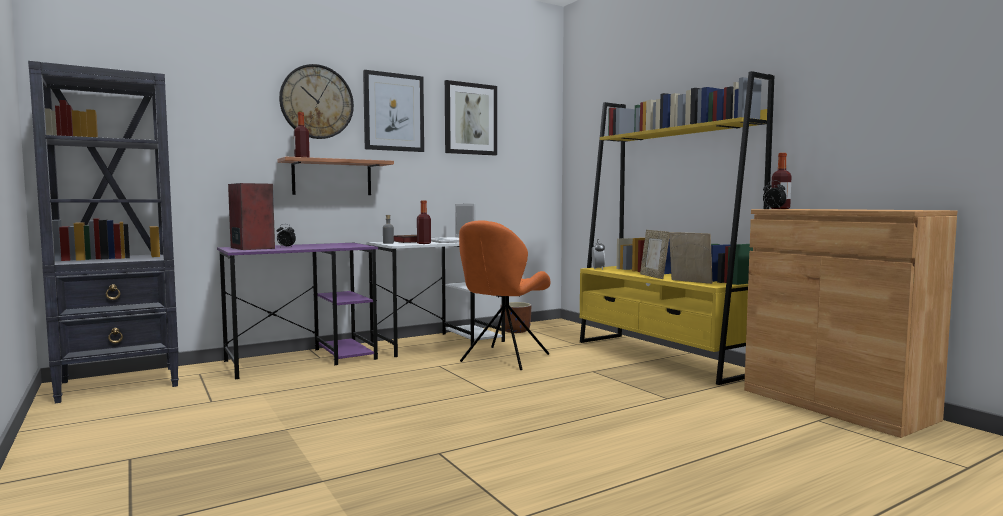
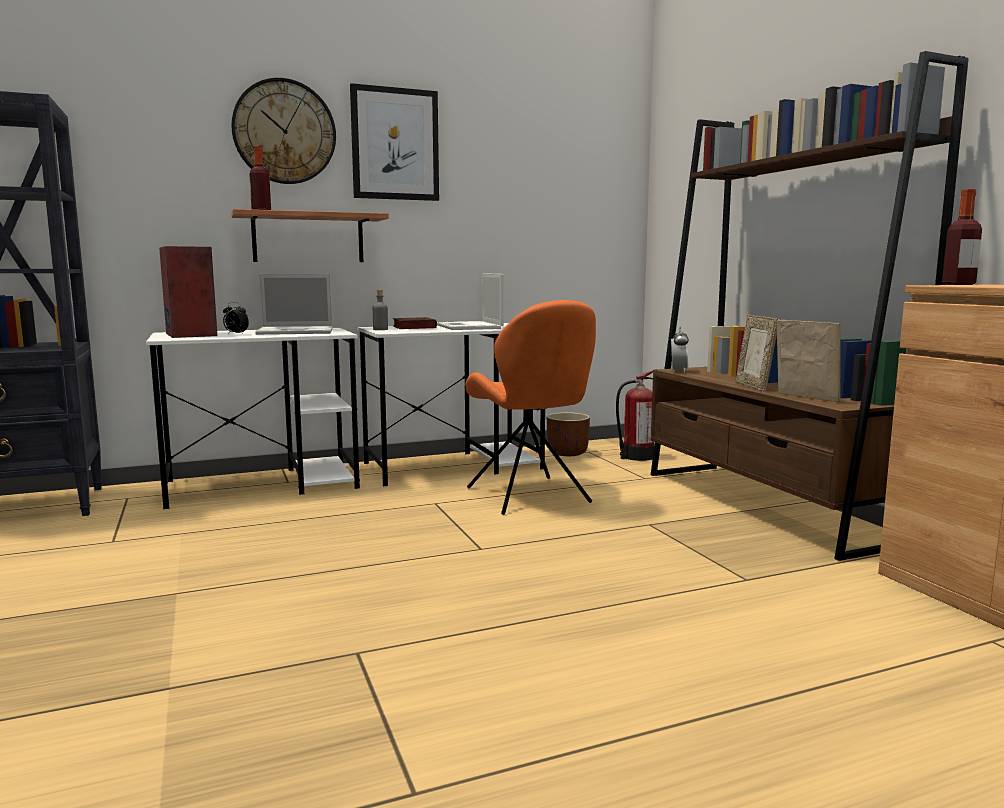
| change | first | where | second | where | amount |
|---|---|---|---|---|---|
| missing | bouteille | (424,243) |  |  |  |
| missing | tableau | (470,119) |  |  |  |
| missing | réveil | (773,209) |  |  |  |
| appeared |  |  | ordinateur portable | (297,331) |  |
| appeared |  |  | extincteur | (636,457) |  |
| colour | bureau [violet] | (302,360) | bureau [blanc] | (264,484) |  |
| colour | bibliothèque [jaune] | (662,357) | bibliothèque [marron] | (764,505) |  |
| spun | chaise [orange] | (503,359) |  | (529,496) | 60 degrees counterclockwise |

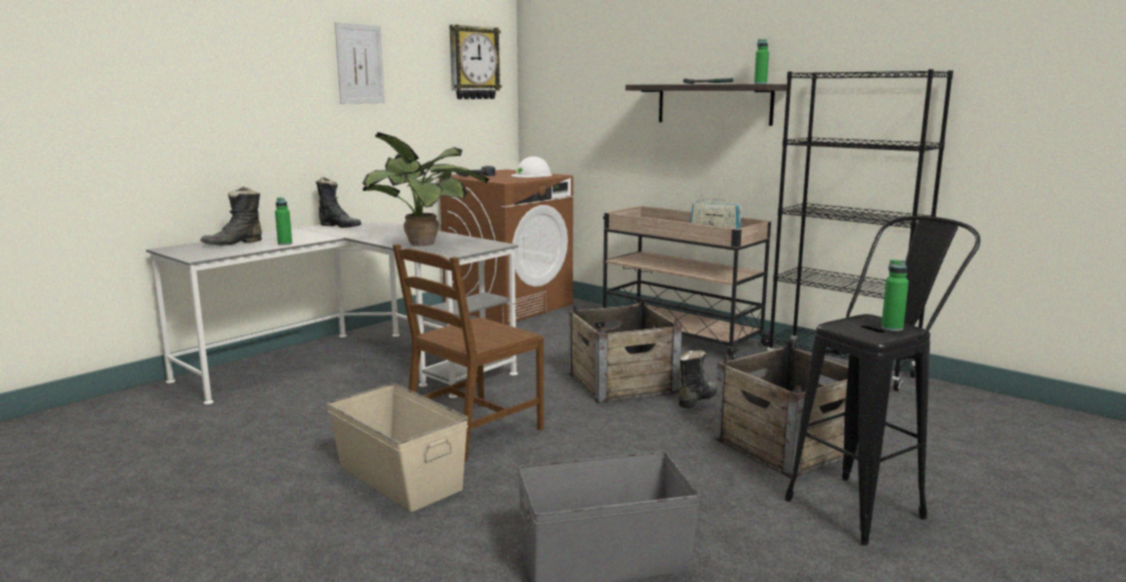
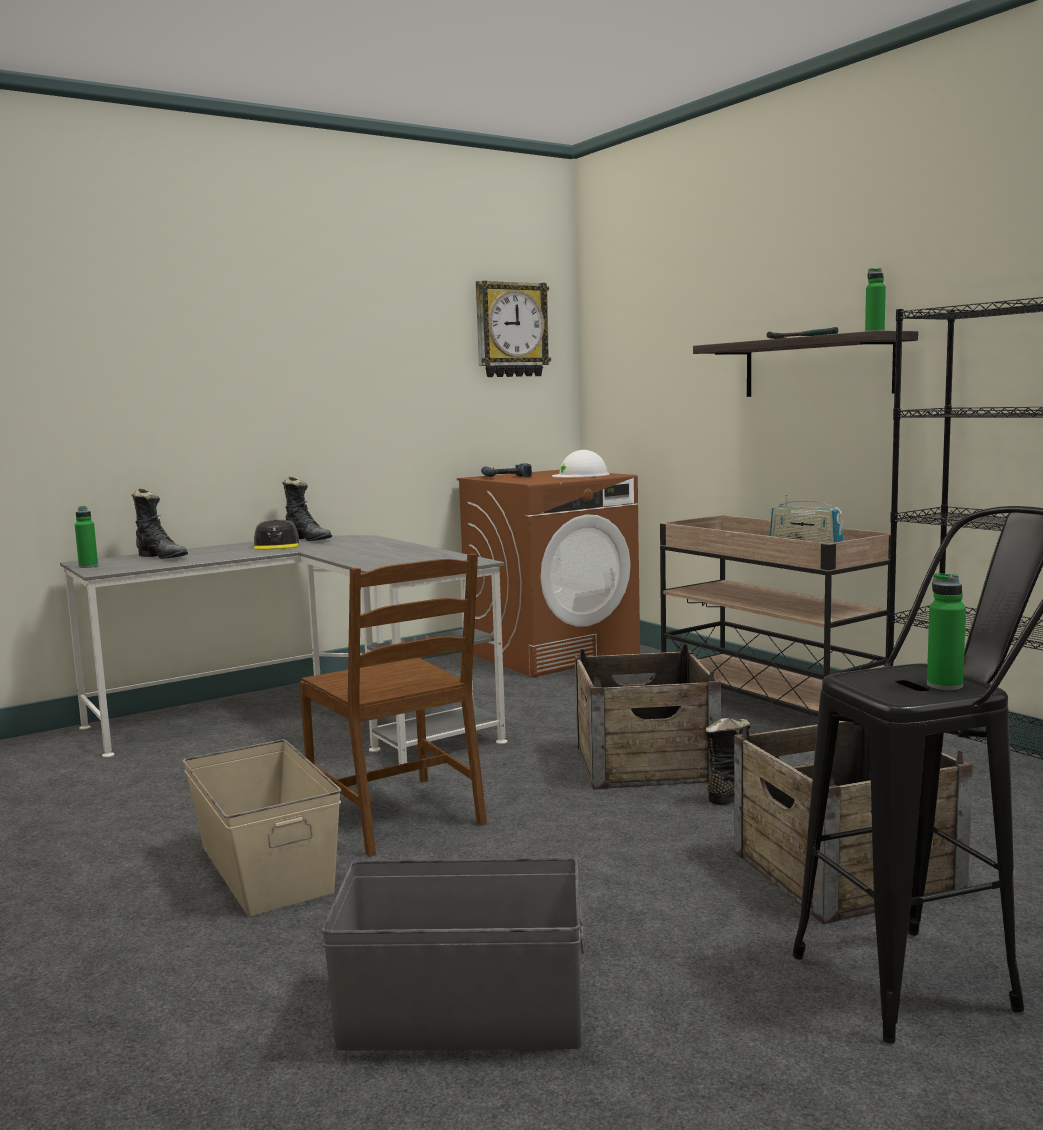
| change | first | where | second | where | amount |
|---|---|---|---|---|---|
| missing | tableau | (360,64) |  |  |  |
| missing | plante en pot | (426,244) |  |  |  |
| appeared |  |  | casquette [gris] | (277,545) |  |
| relocated | bouteille [vert] | (285,244) |  | (88,566) |  |
| spun | botte [noir] | (234,243) |  | (162,557) | 120 degrees counterclockwise |
| spun | chaise [marron] | (473,431) |  | (398,815) | 90 degrees counterclockwise |

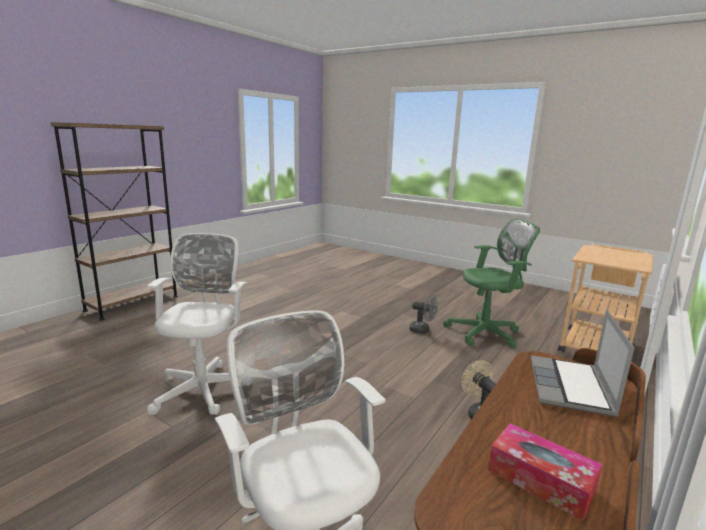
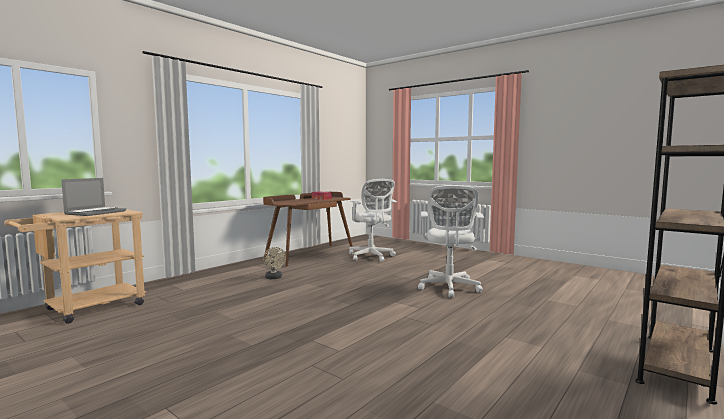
| change | first | where | second | where | amount |
|---|---|---|---|---|---|
| missing | ventilateur [gris] | (422,330) |  |  |  |
| missing | chaise de bureau [vert] | (486,333) |  |  |  |
| relocated | ordinateur portable | (571,387) |  | (96,212) |  |

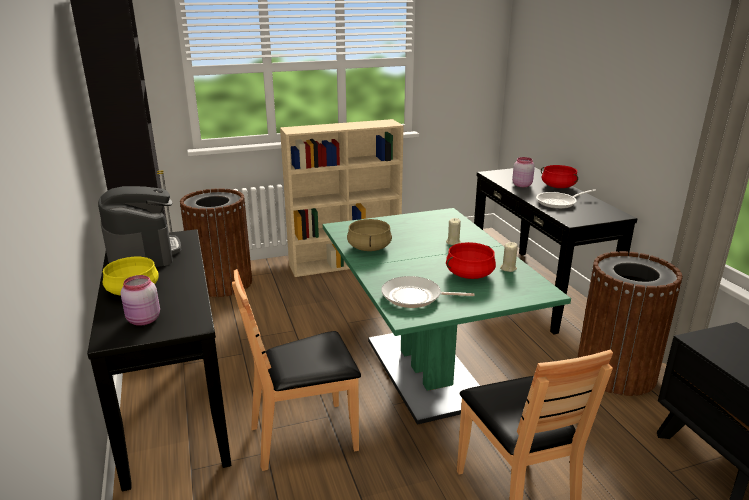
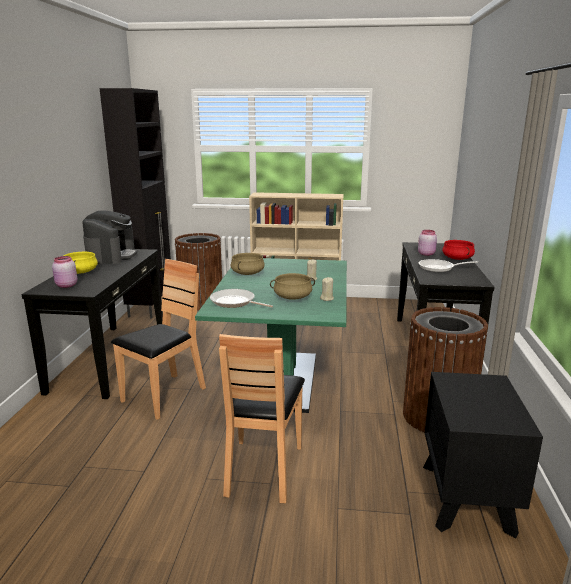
| change | first | where | second | where | amount |
|---|---|---|---|---|---|
| colour | marmite [rouge] | (469,274) | marmite [beige] | (293,297) |  |
| spun | chaise [marron] | (305,436) |  | (164,396) | 120 degrees clockwise |

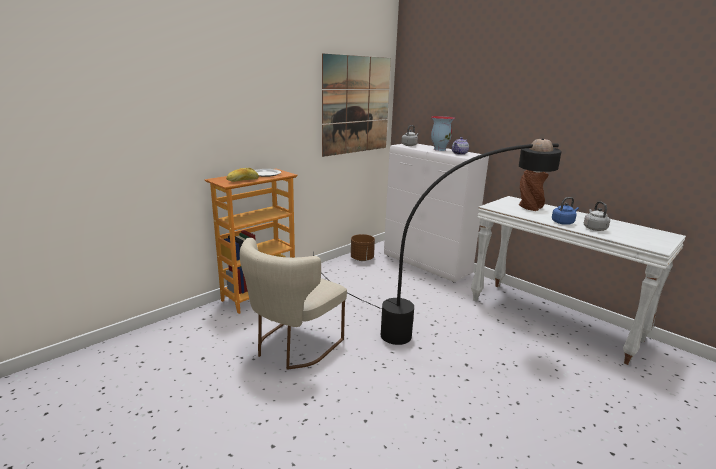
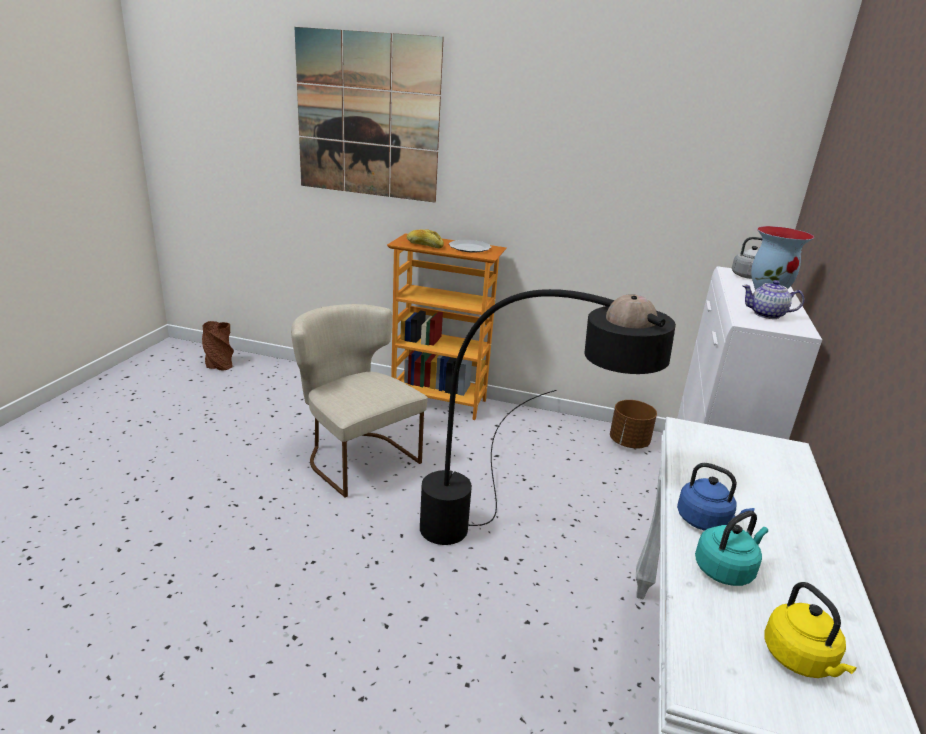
| change | first | where | second | where | amount |
|---|---|---|---|---|---|
| appeared |  |  | bouilloire [jaune] | (800,660) |  |
| relocated | tableau | (356,105) |  | (367,116) |  |
| relocated | vase [marron] | (529,207) |  | (219,364) |  |
| colour | bouilloire [gris] | (594,228) | bouilloire [turquoise] | (725,569) |  |
| spun | chaise [beige] | (293,347) |  | (355,457) | 45 degrees clockwise |

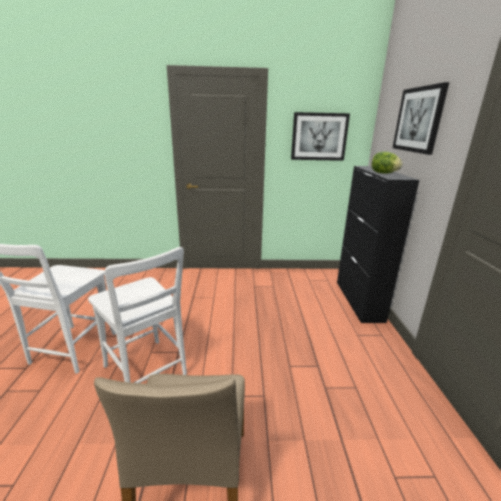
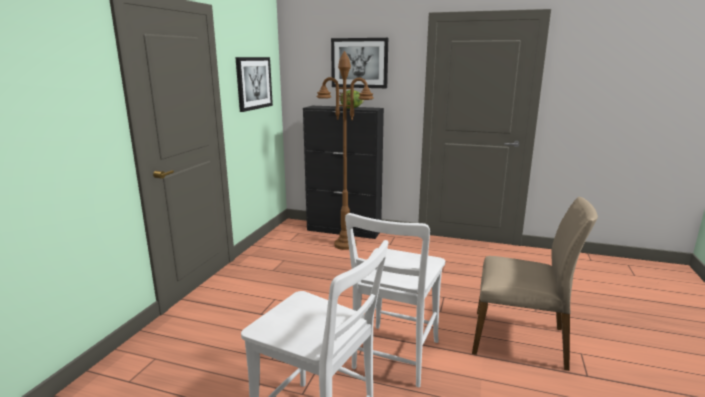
| change | first | where | second | where | amount |
|---|---|---|---|---|---|
| appeared |  |  | lampadaire [marron] | (345,245) |  |
| spun | chaise [blanc] | (147,373) |  | (394,357) | 135 degrees clockwise |

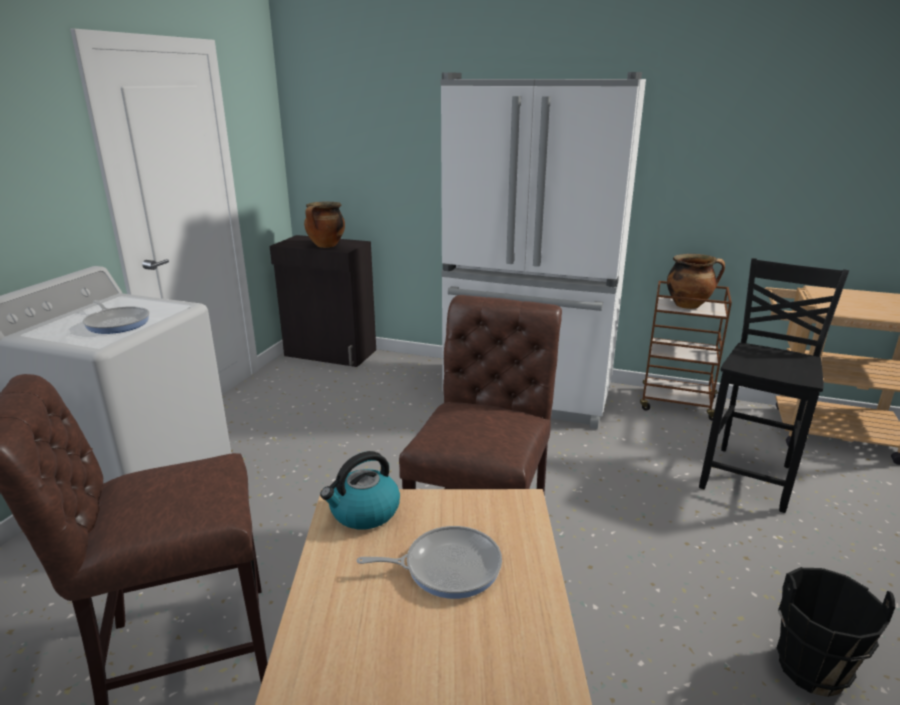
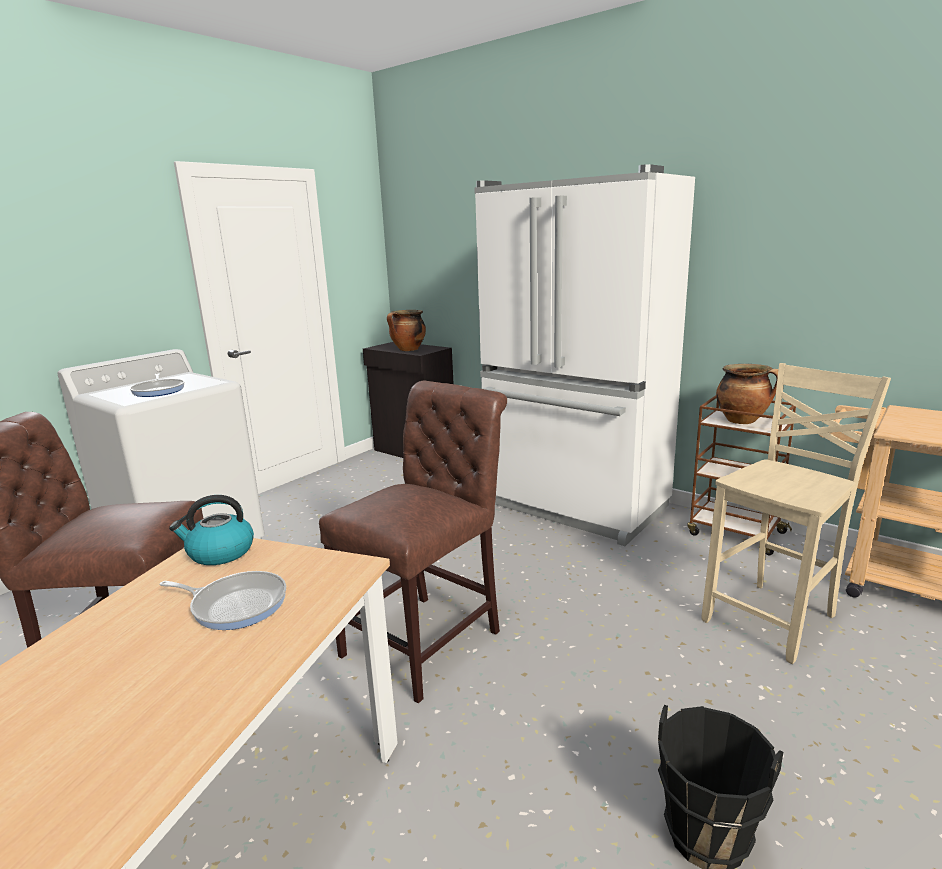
| change | first | where | second | where | amount |
|---|---|---|---|---|---|
| colour | chaise [noir] | (749,476) | chaise [beige] | (773,619) |  |

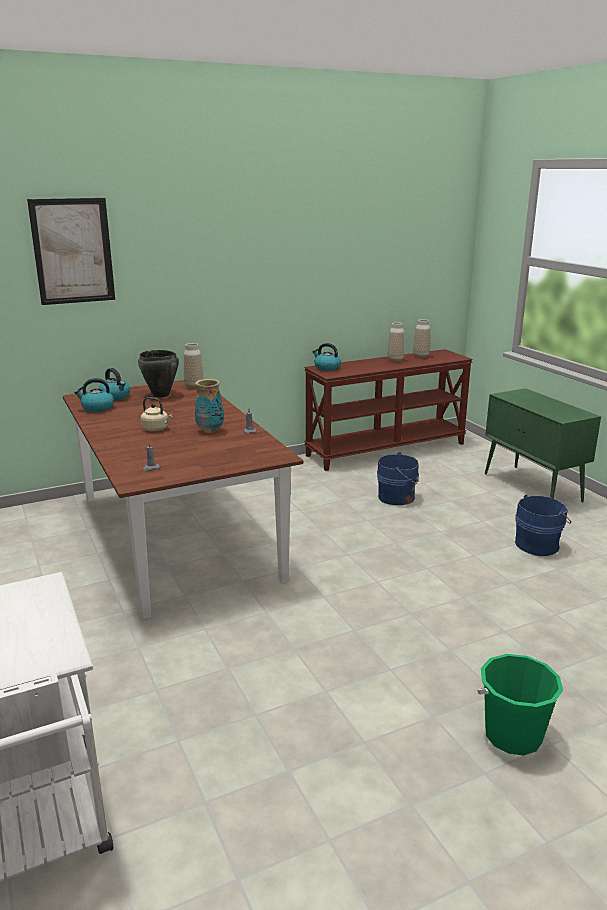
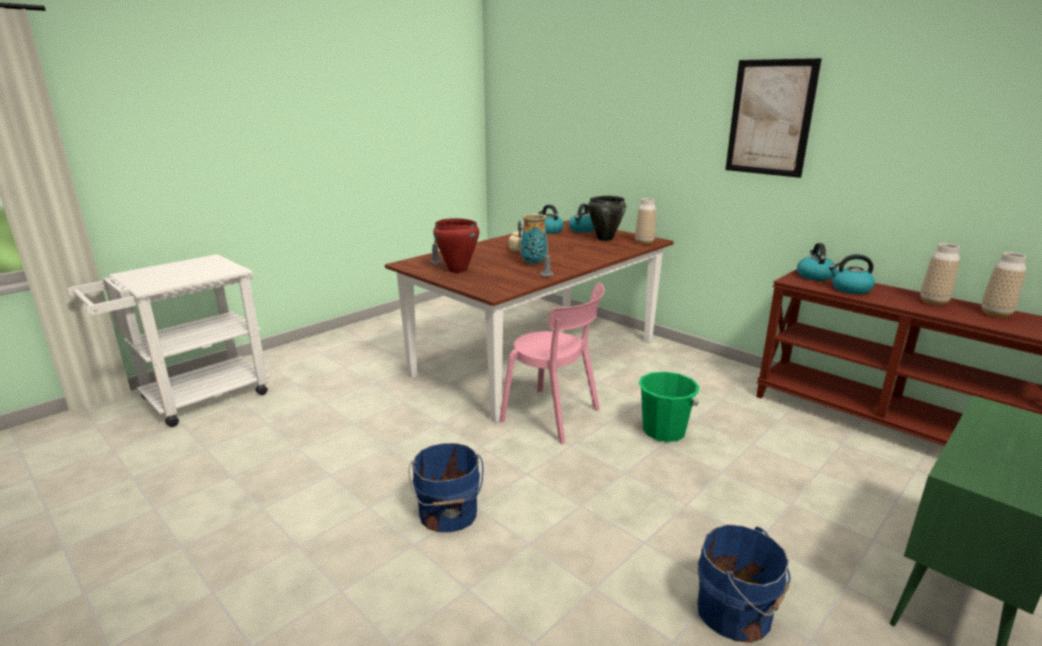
| change | first | where | second | where | amount |
|---|---|---|---|---|---|
| appeared |  |  | marmite [rouge] | (457,270) |  |
| appeared |  |  | chaise [rose] | (554,416) |  |
| appeared |  |  | bouilloire | (850,289) |  |
| relocated | tableau | (73,251) |  | (770,118) |  |
| relocated | seau [bleu] | (398,497) |  | (448,514) |  |
| relocated | seau [vert] | (512,735) |  | (664,431) |  |

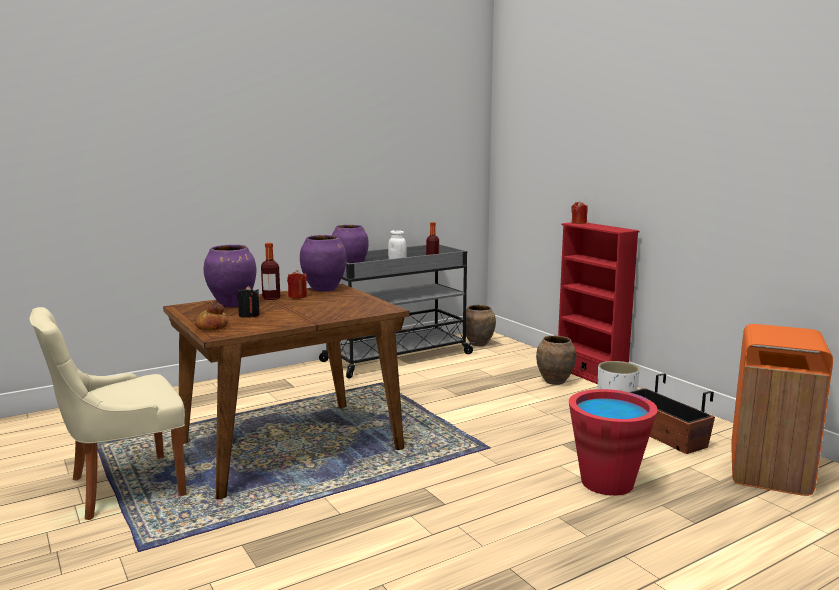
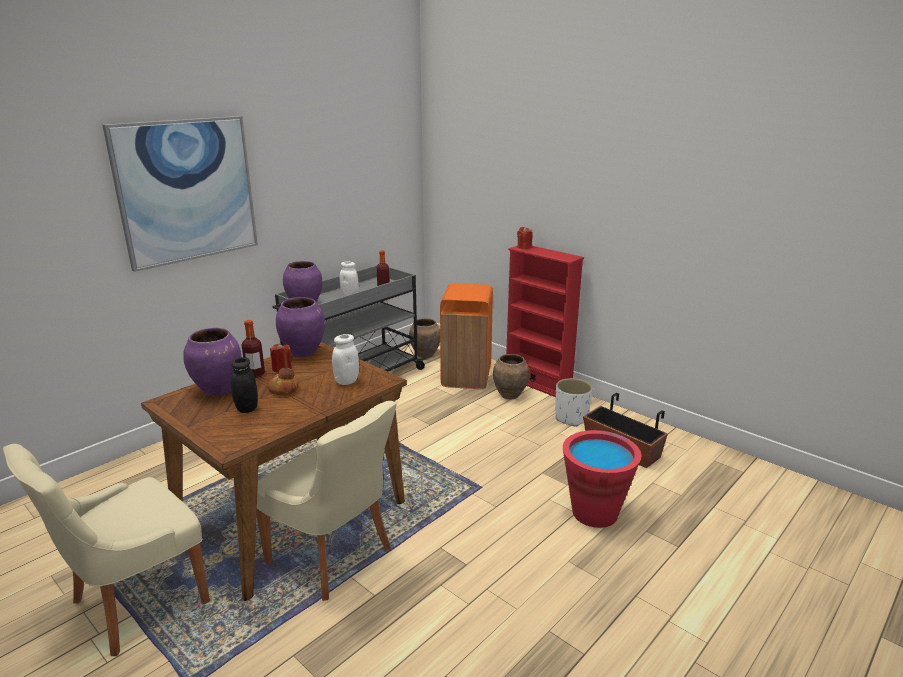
| change | first | where | second | where | amount |
|---|---|---|---|---|---|
| appeared |  |  | tableau | (187,191) |  |
| appeared |  |  | chaise [beige] | (333,557) |  |
| appeared |  |  | bocal [blanc] | (346,381) |  |
| relocated | pain | (211,327) |  | (283,389) |  |
| relocated | poubelle [orange] | (770,472) |  | (467,377) |  |
| exchanged | bougie [noir] | (249,315) | bocal [noir] | (246,408) |  |

